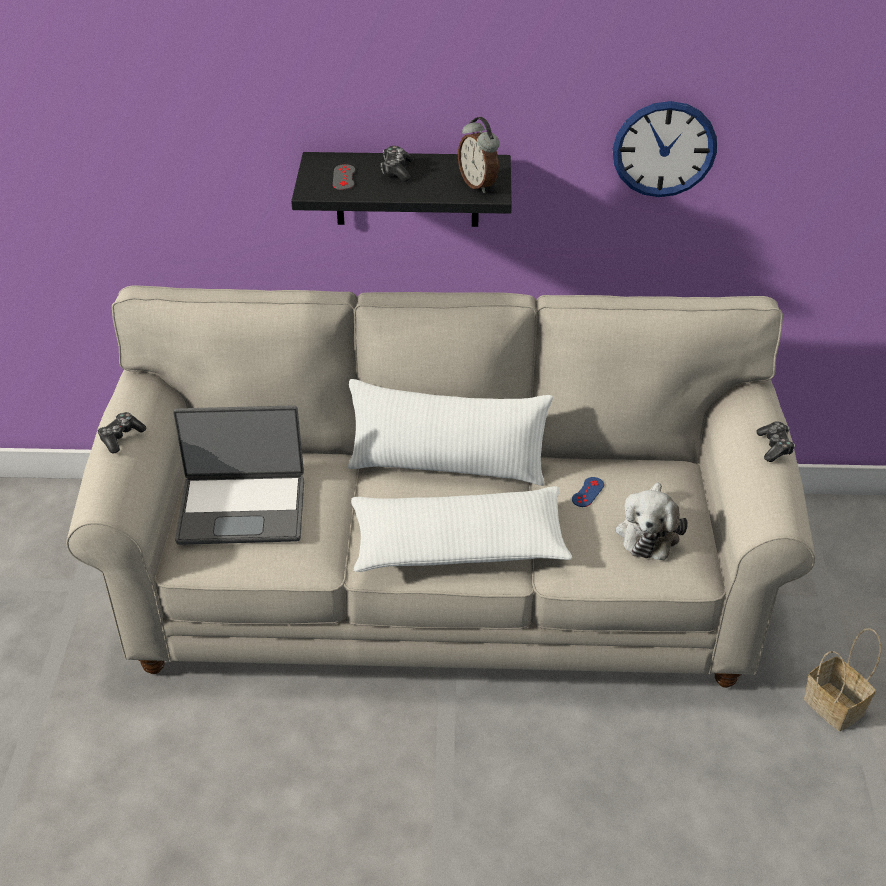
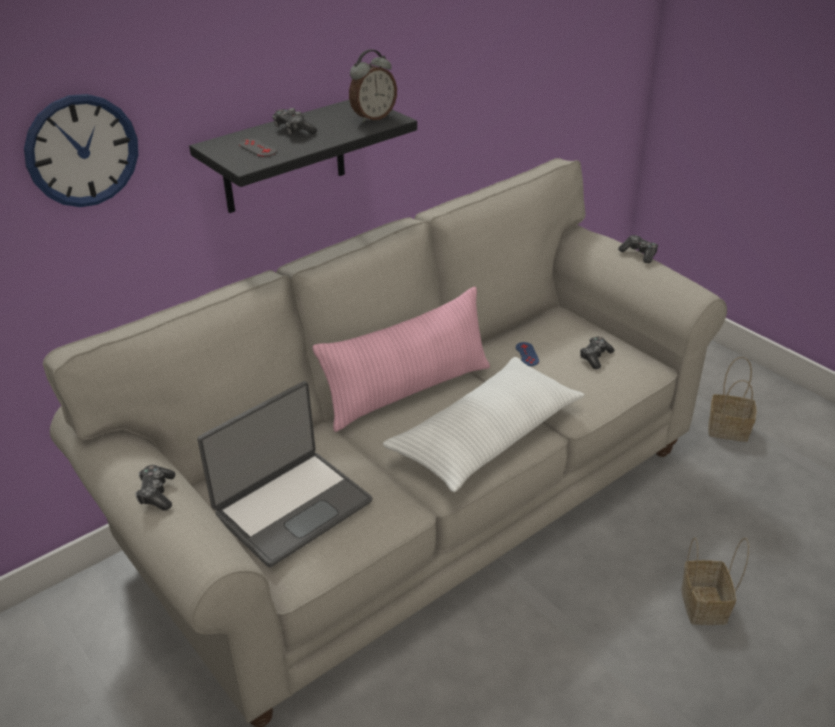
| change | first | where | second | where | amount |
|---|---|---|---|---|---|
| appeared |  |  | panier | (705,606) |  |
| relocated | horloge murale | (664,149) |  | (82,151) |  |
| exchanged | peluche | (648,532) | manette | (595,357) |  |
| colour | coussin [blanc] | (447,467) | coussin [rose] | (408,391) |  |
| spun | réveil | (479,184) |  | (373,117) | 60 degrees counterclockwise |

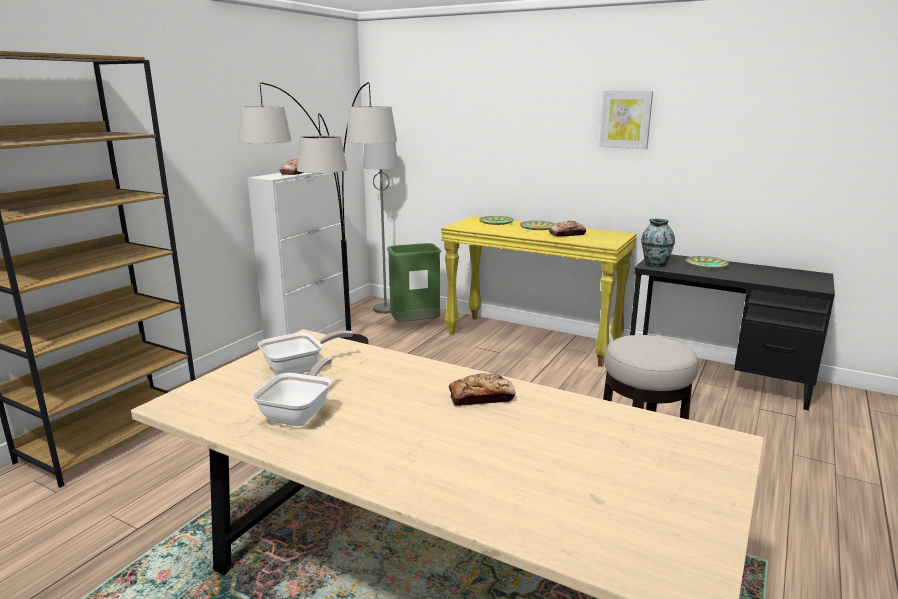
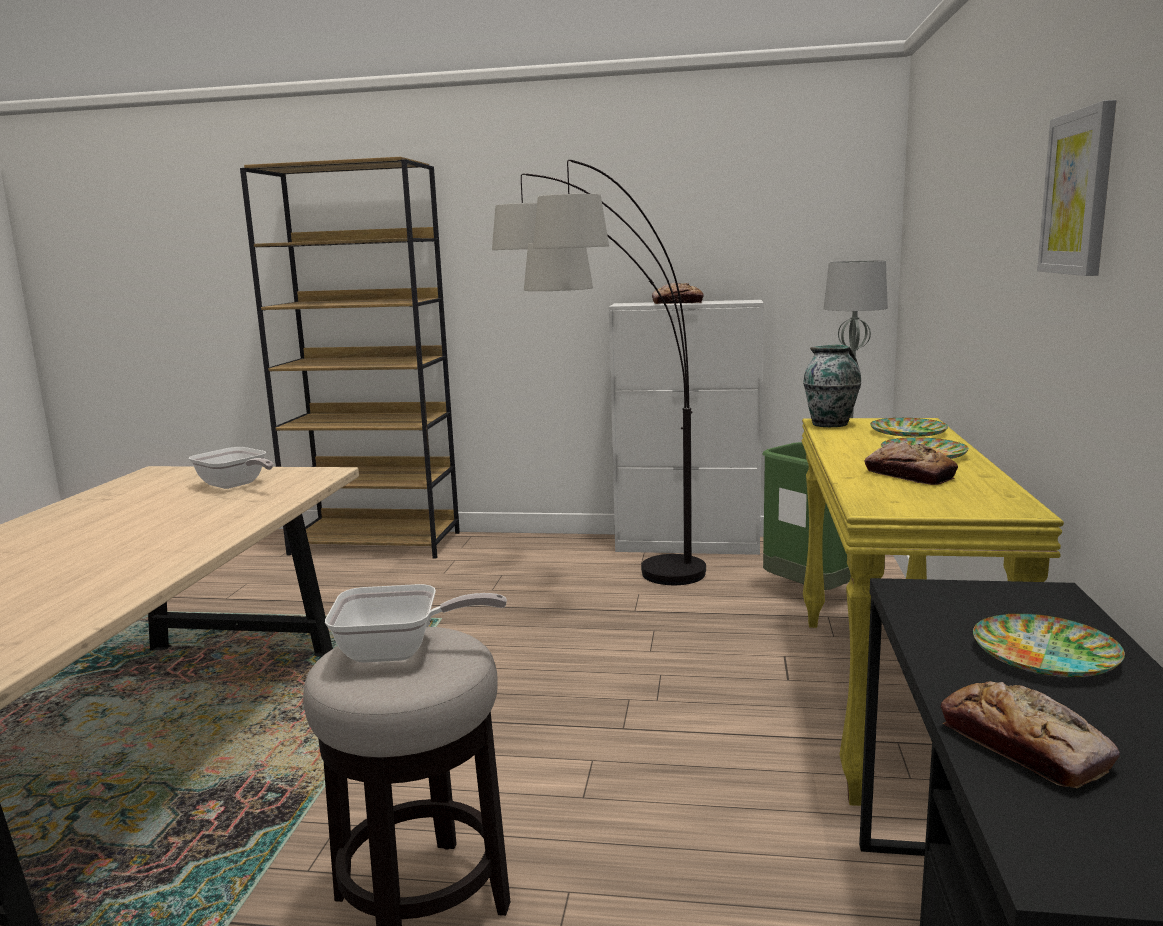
| change | first | where | second | where | amount |
|---|---|---|---|---|---|
| relocated | poêle | (300,413) |  | (400,651) |  |
| relocated | pain | (481,397) |  | (1024,747) |  |
| relocated | vase | (655,264) |  | (831,424) |  |

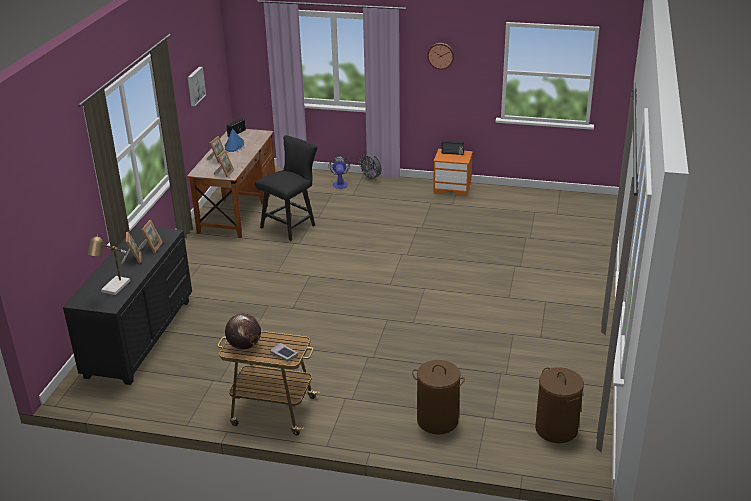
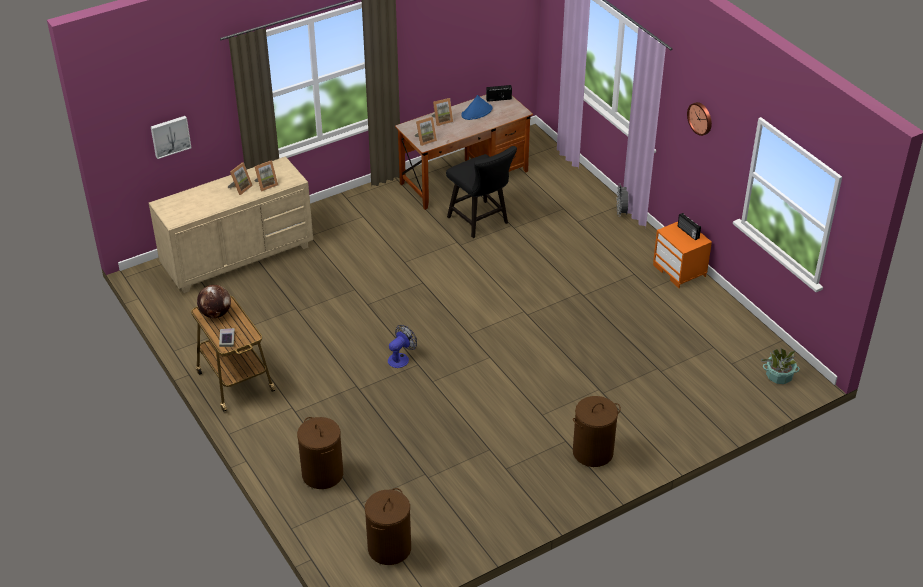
| change | first | where | second | where | amount |
|---|---|---|---|---|---|
| missing | lampe de table | (114,289) |  |  |  |
| appeared |  |  | panier à linge [marron] | (592,452) |  |
| appeared |  |  | plante en pot | (779,376) |  |
| relocated | tableau | (195,86) |  | (170,136) |  |
| relocated | ventilateur | (340,183) |  | (401,358) |  |
| colour | commode [noir] | (140,338) | commode [beige] | (237,257) |  |
| spun | chaise [noir] | (291,225) |  | (481,222) | 60 degrees clockwise |

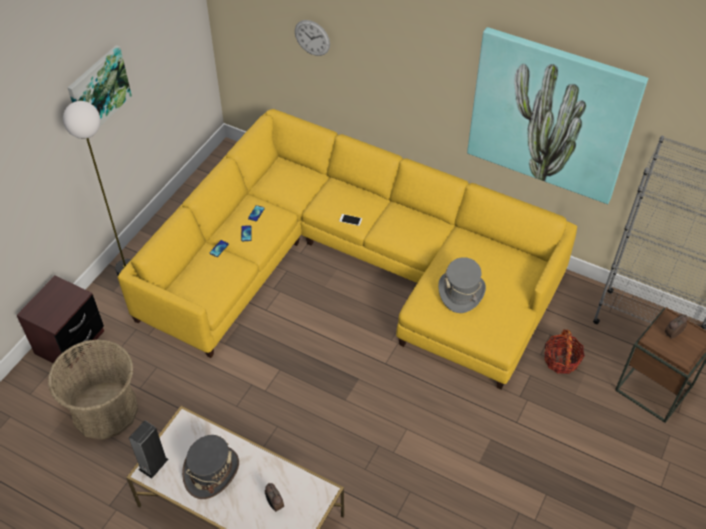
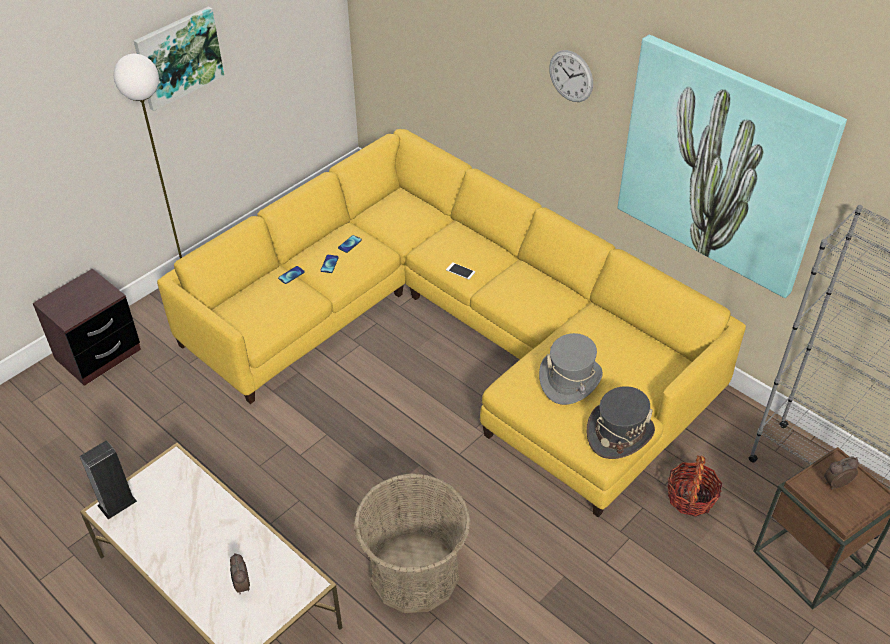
| change | first | where | second | where | amount |
|---|---|---|---|---|---|
| relocated | panier | (105,410) |  | (414,573) |  |
| relocated | chapeau [gris] | (211,471) |  | (619,433) |  |
| relocated | horloge murale | (312,38) |  | (571,76) |  |

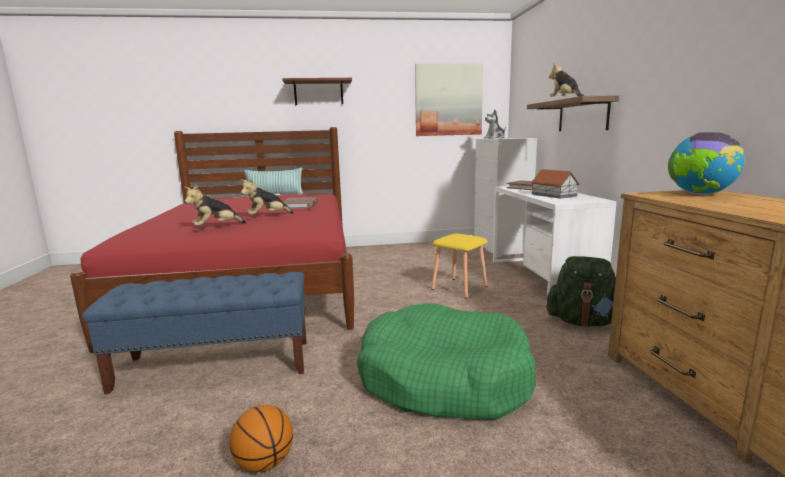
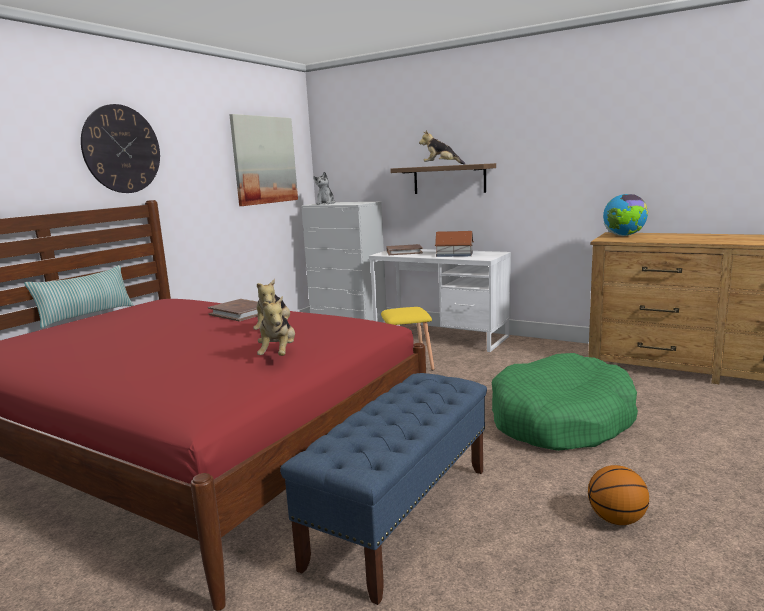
| change | first | where | second | where | amount |
|---|---|---|---|---|---|
| missing | sac à dos [vert] | (583,322) |  |  |  |
| exchanged | étagère [marron] | (318,92) | horloge murale | (122,149) |  |

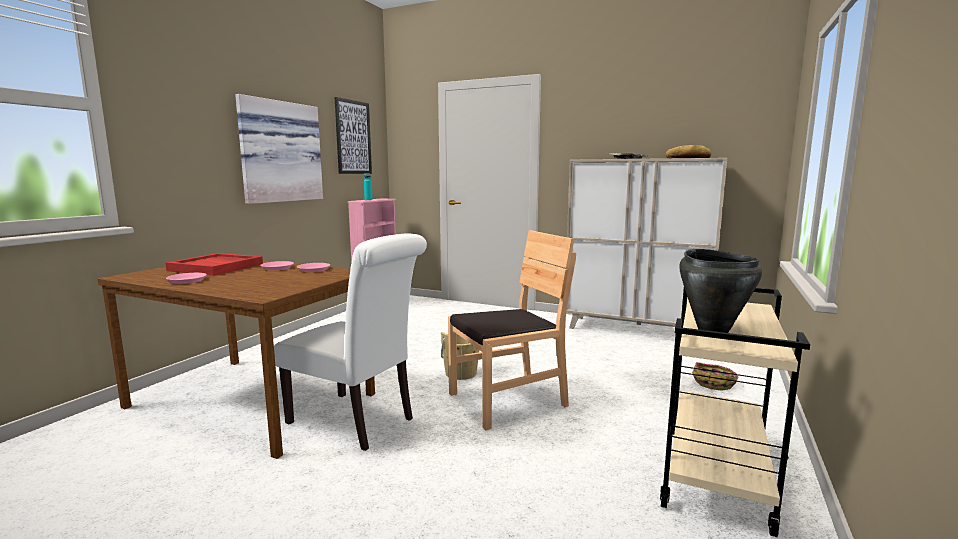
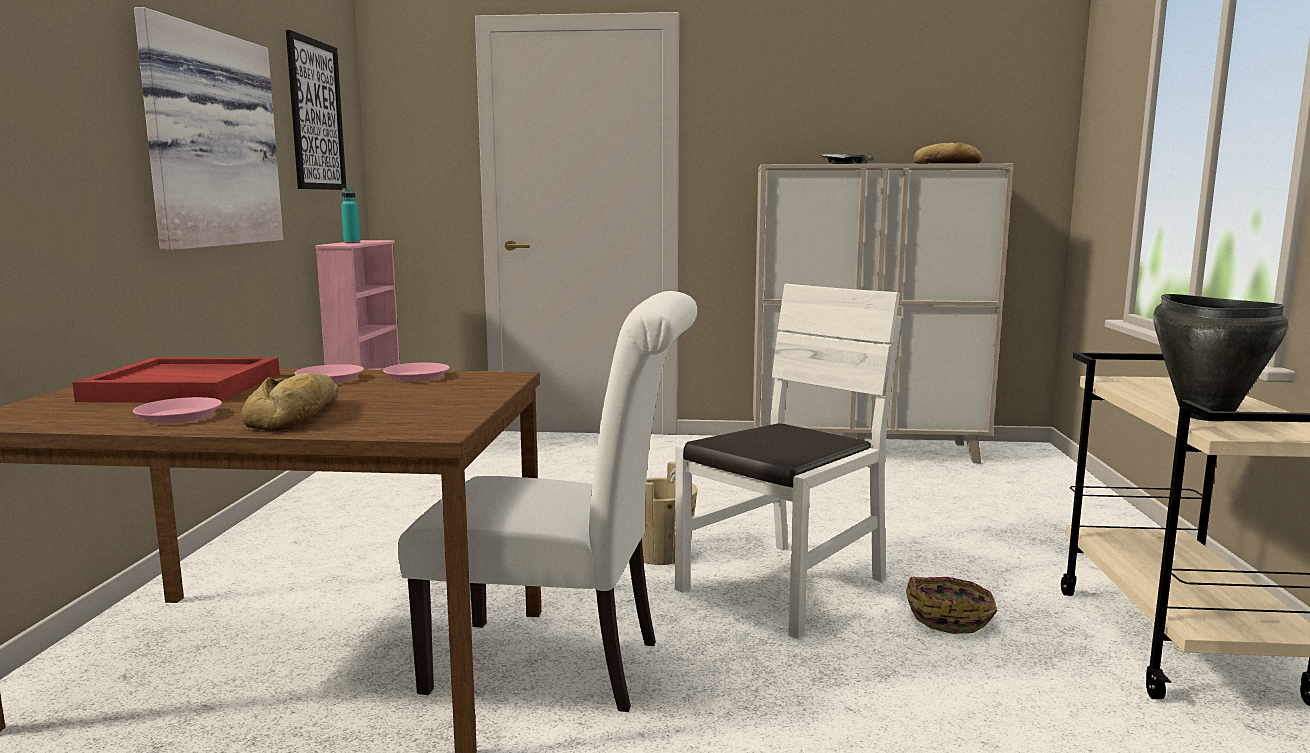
| change | first | where | second | where | amount |
|---|---|---|---|---|---|
| appeared |  |  | pain | (299,415) |  |
| relocated | panier | (714,383) |  | (950,617) |  |
| colour | chaise [marron] | (507,401) | chaise [blanc] | (784,586) |  |

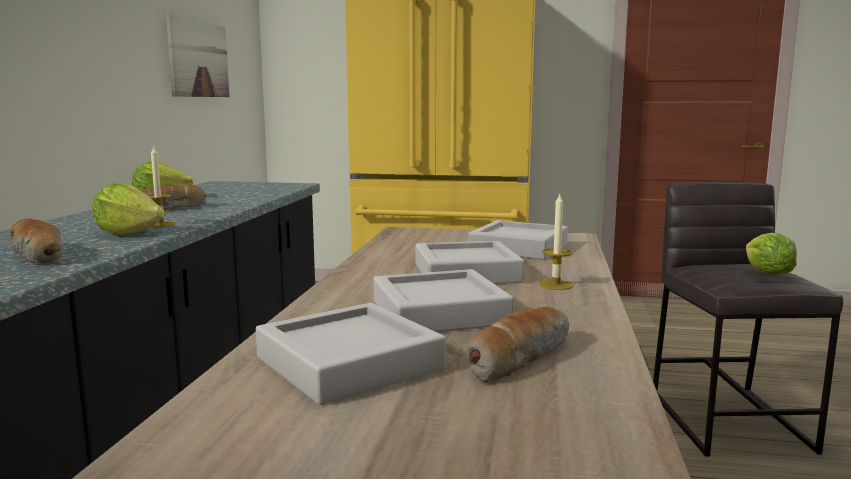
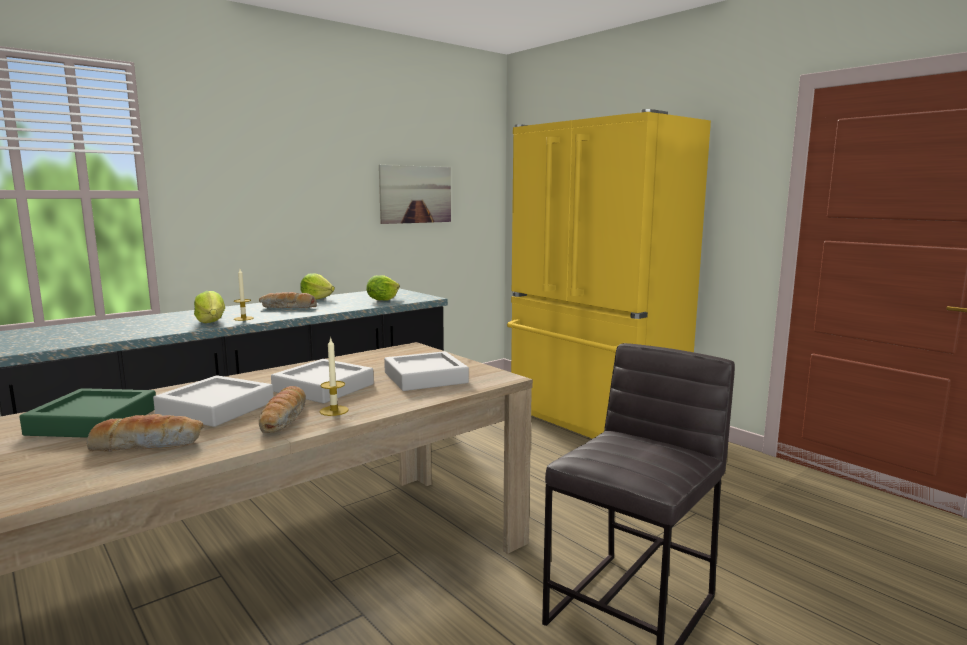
| change | first | where | second | where | amount |
|---|---|---|---|---|---|
| relocated | pain | (38,255) |  | (284,419) |  |
| relocated | laitue | (767,273) |  | (382,300) |  |
| colour | plateau [gris] | (349,363) | plateau [vert] | (93,421) |  |

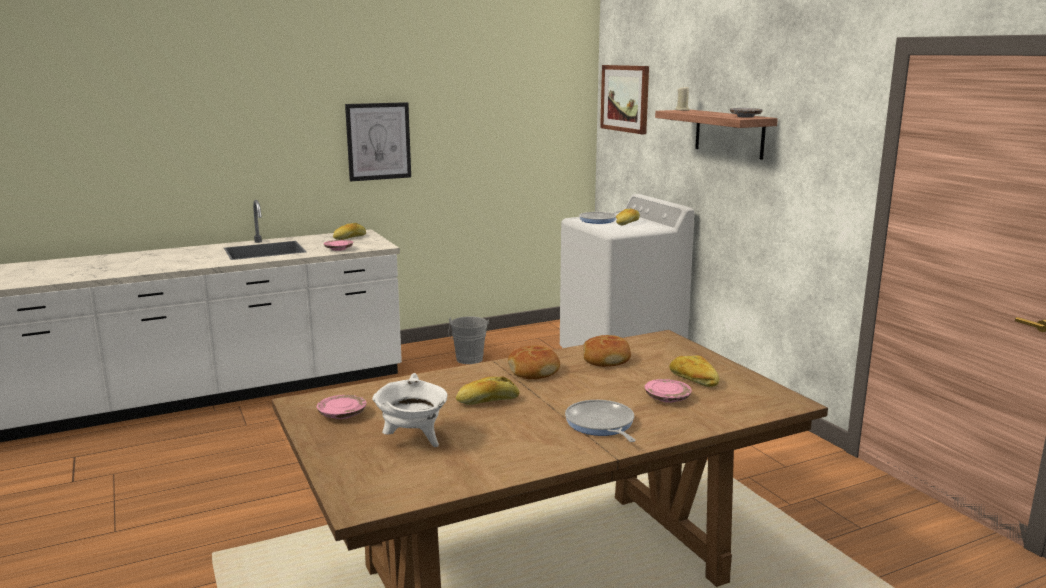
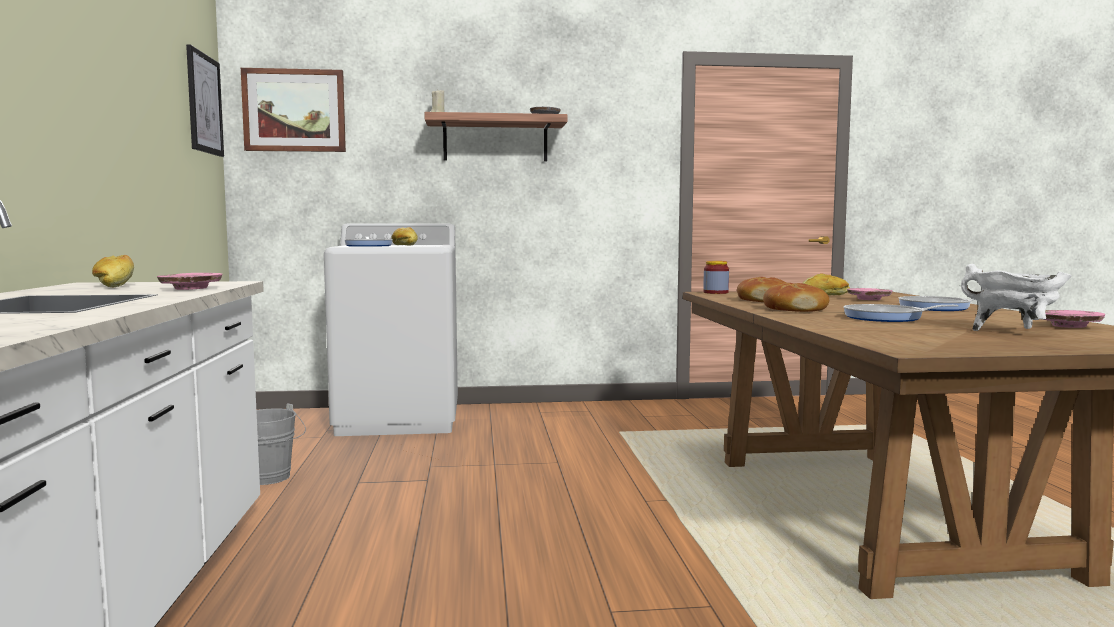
| change | first | where | second | where | amount |
|---|---|---|---|---|---|
| appeared |  |  | bocal | (715,292) |  |
| relocated | assiette [rose] | (342,414) |  | (1068,326) |  |
| relocated | tableau | (378,141) |  | (204,103) |  |
| exchanged | pain | (488,401) | poêle | (887,318) |  |

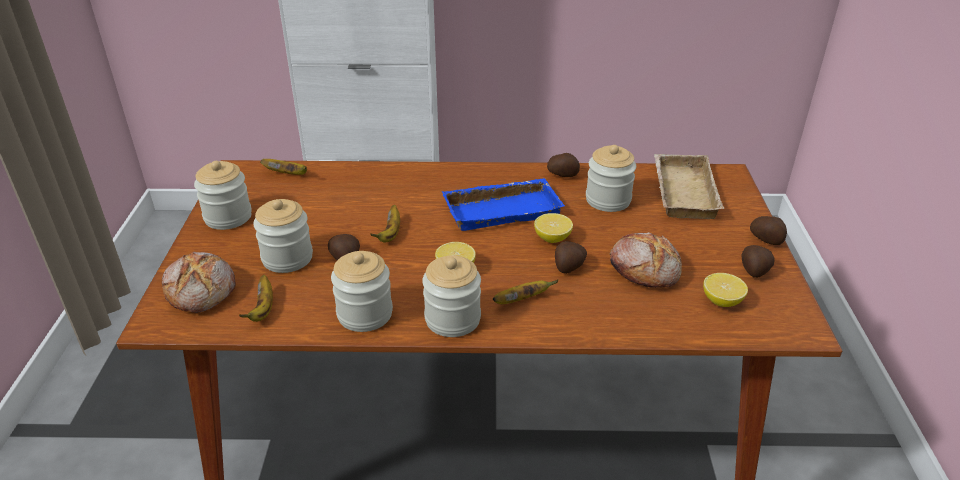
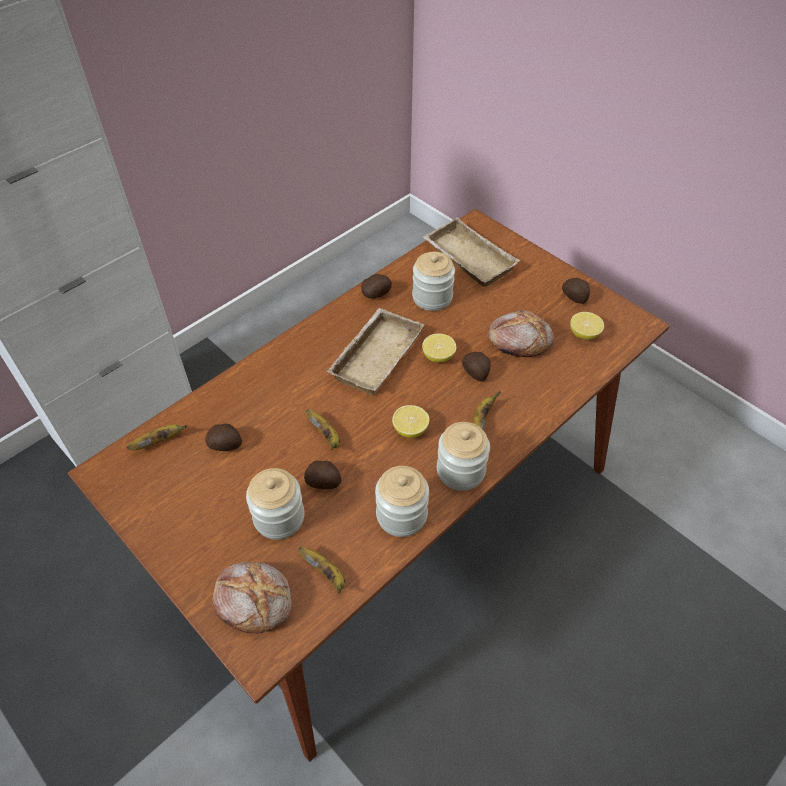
| change | first | where | second | where | amount |
|---|---|---|---|---|---|
| missing | bocal | (228,217) |  |  |  |
| relocated | pomme de terre | (766,240) |  | (226,445) |  |
| colour | plateau [bleu] | (502,209) | plateau [beige] | (375,354) |  |

